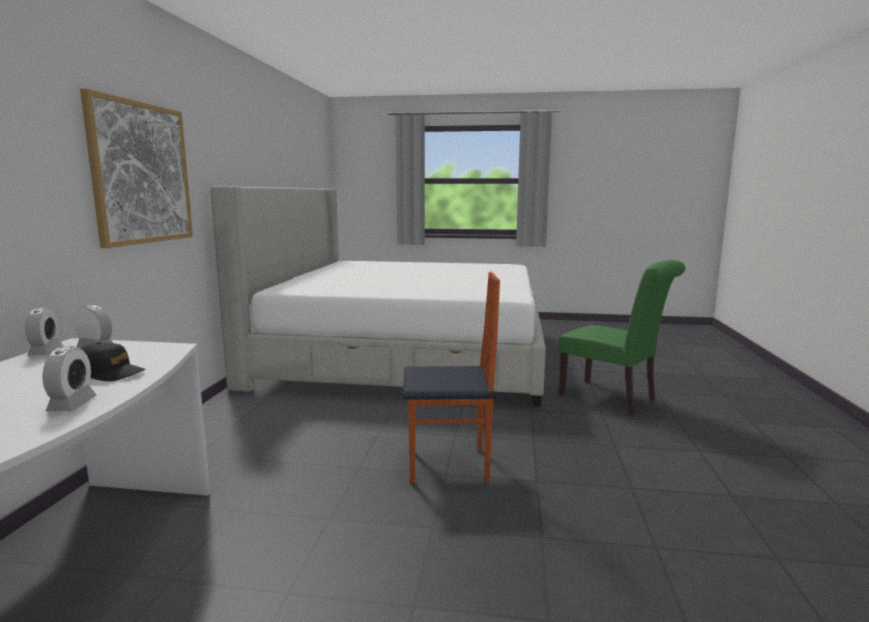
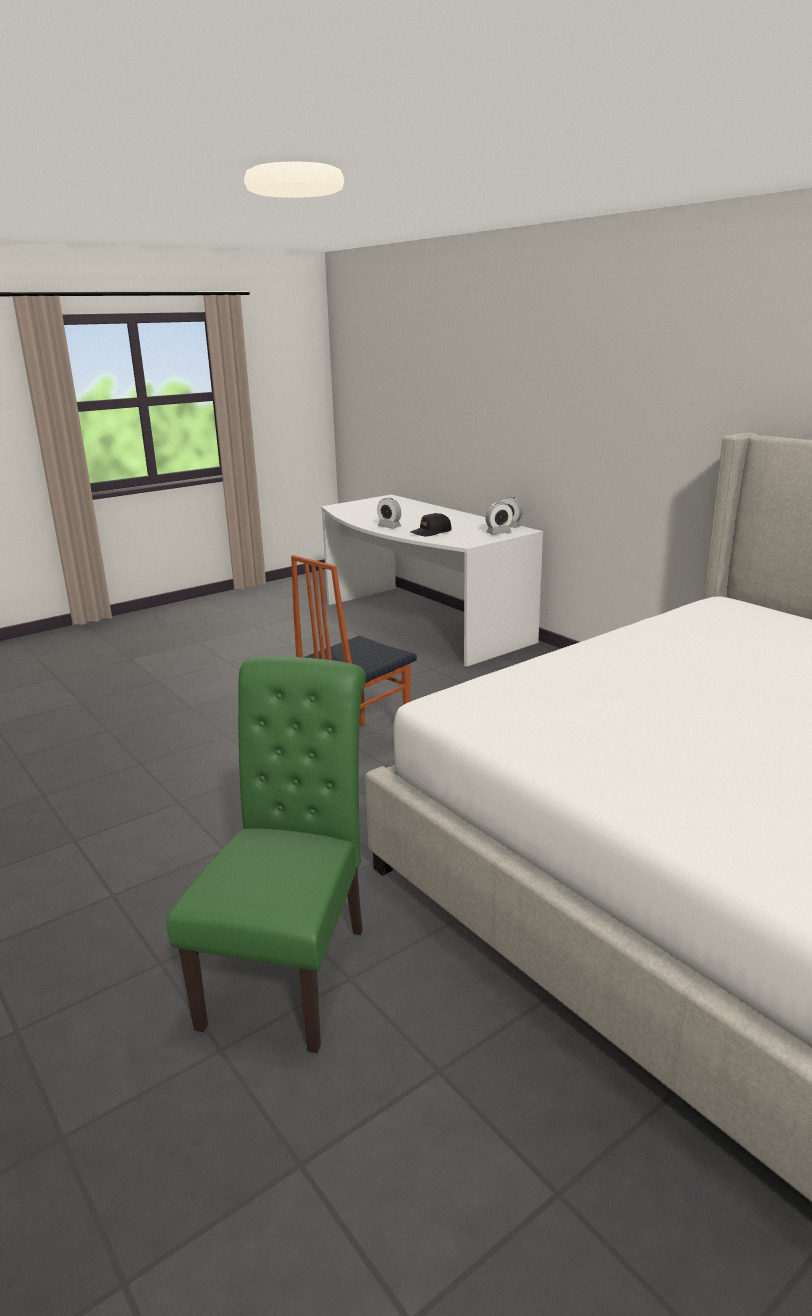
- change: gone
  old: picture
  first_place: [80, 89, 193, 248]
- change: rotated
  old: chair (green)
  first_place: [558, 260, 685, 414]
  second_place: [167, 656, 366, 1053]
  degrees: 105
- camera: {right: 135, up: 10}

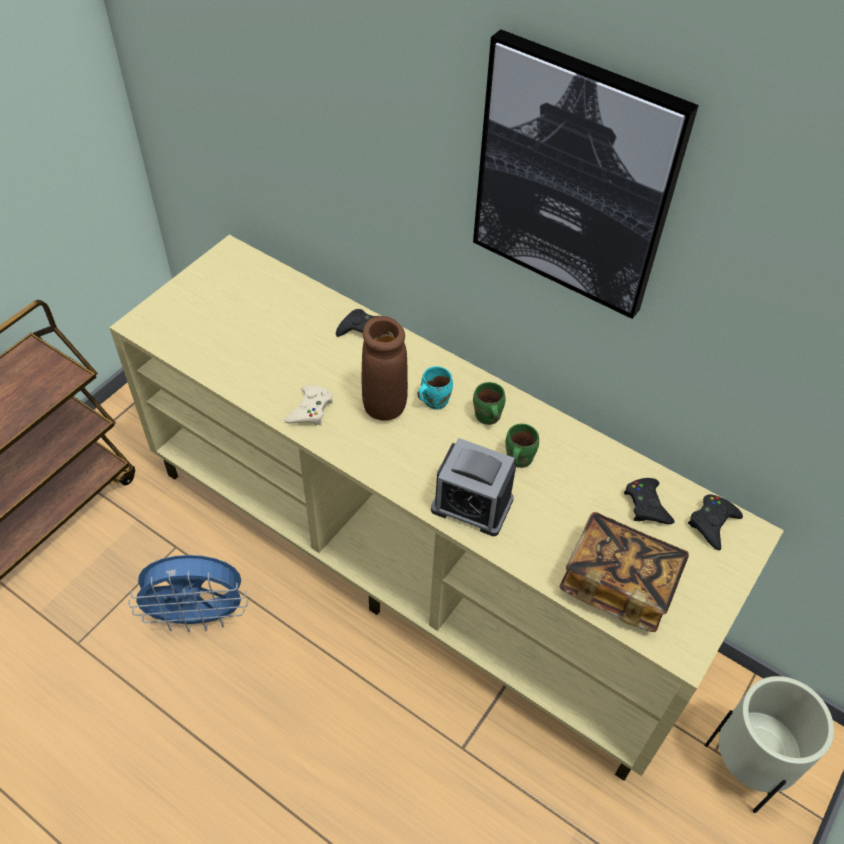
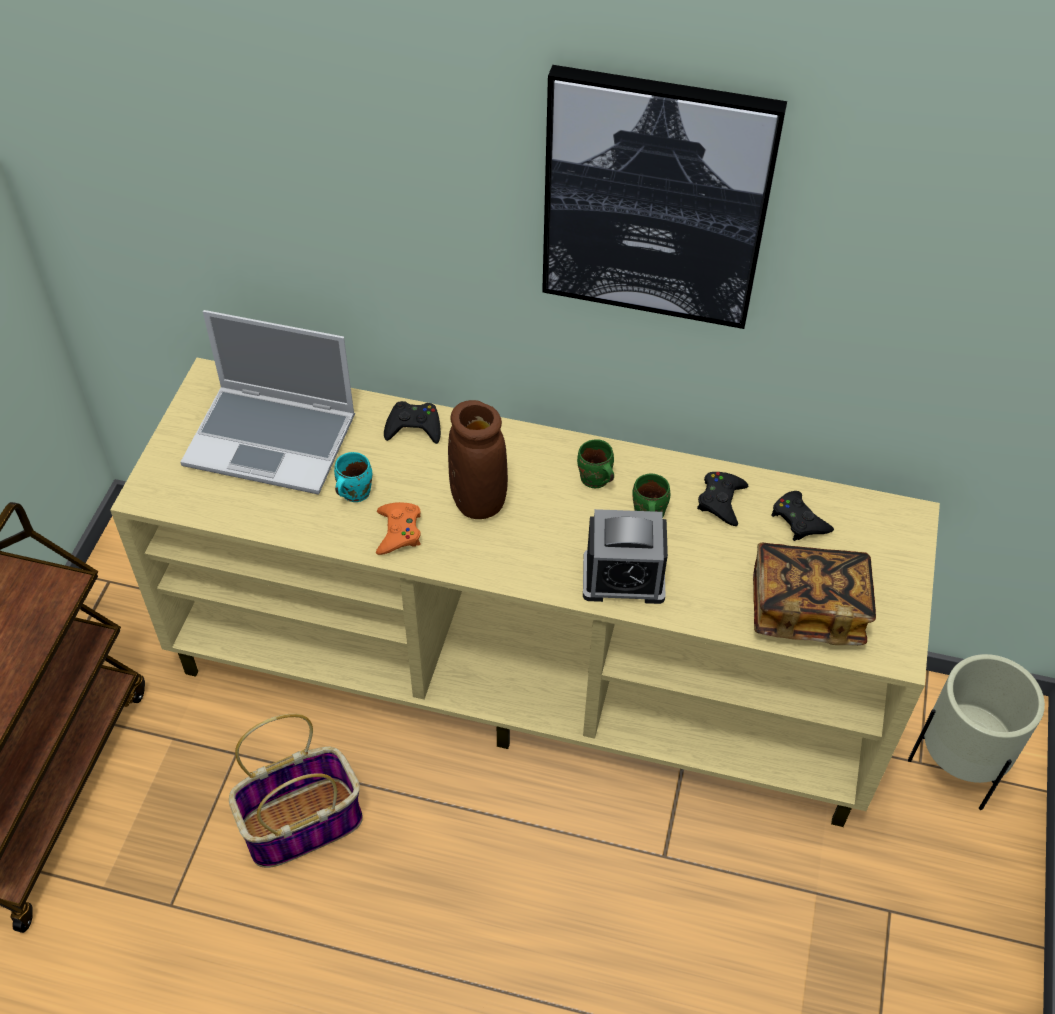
- change: new
  new: laptop
  second_place: [180, 310, 355, 495]
- change: shifted
  old: mug (turquoise)
  first_place: [417, 366, 453, 410]
  second_place: [334, 452, 372, 502]
- change: shifted
  old: game controller (black)
  first_place: [688, 494, 743, 551]
  second_place: [697, 472, 748, 526]
- change: swapped
  old: fan (blue)
  new: basket
  first_place: [128, 555, 248, 632]
  second_place: [229, 714, 363, 868]
- change: repainted
  old: game controller (beige)
  new: game controller (orange)
  first_place: [284, 385, 333, 425]
  second_place: [376, 502, 421, 555]
- camera: {right: -20, up: 0}

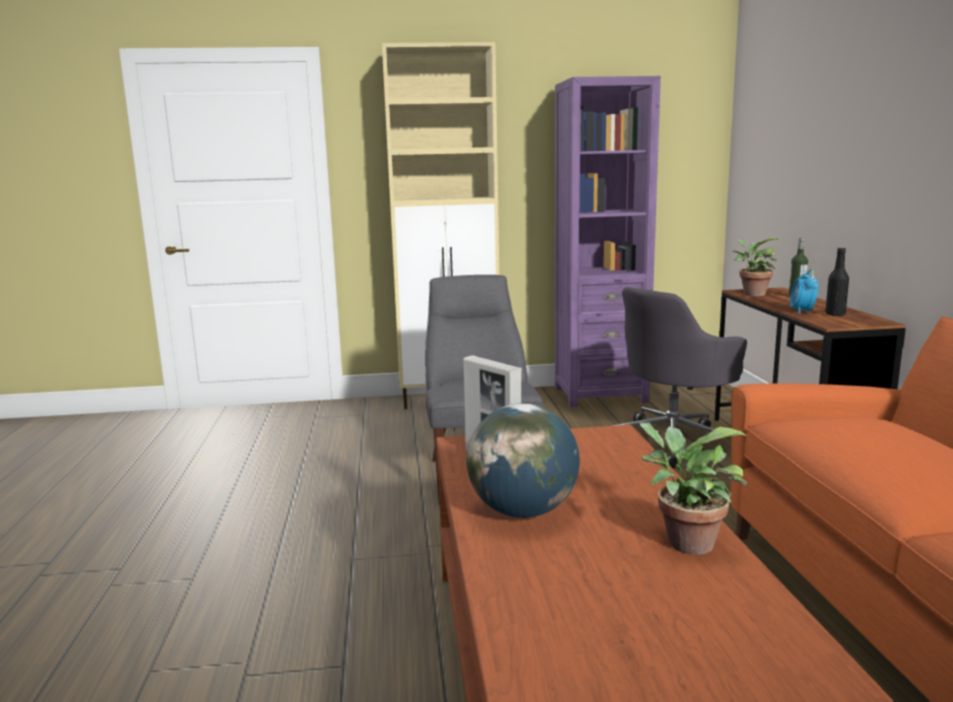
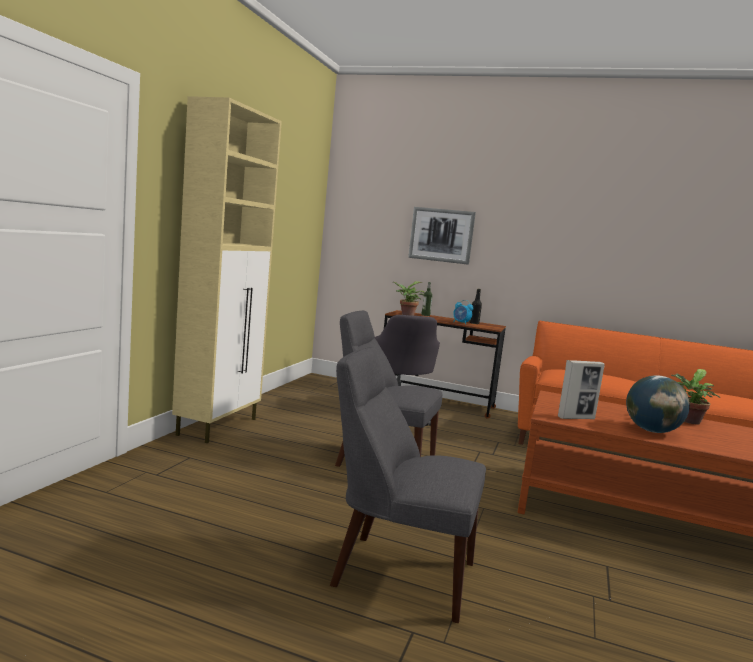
- change: gone
  old: bookcase (purple)
  first_place: [555, 76, 661, 408]
- change: new
  new: chair (grey)
  second_place: [330, 347, 486, 623]
- change: new
  new: picture
  second_place: [408, 207, 476, 265]
- camera: {right: -65, up: -5}

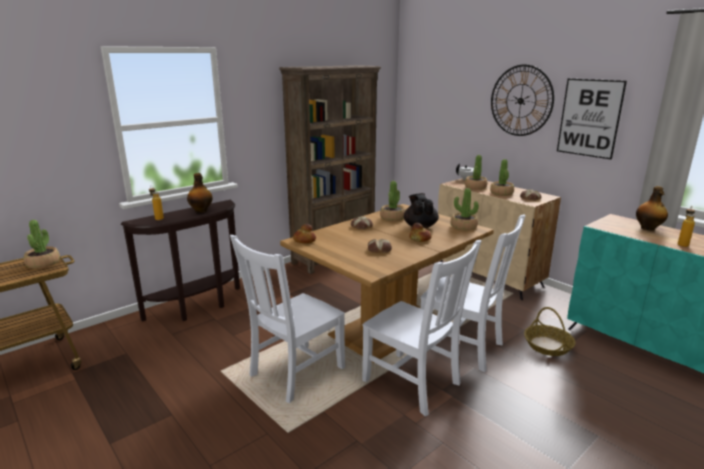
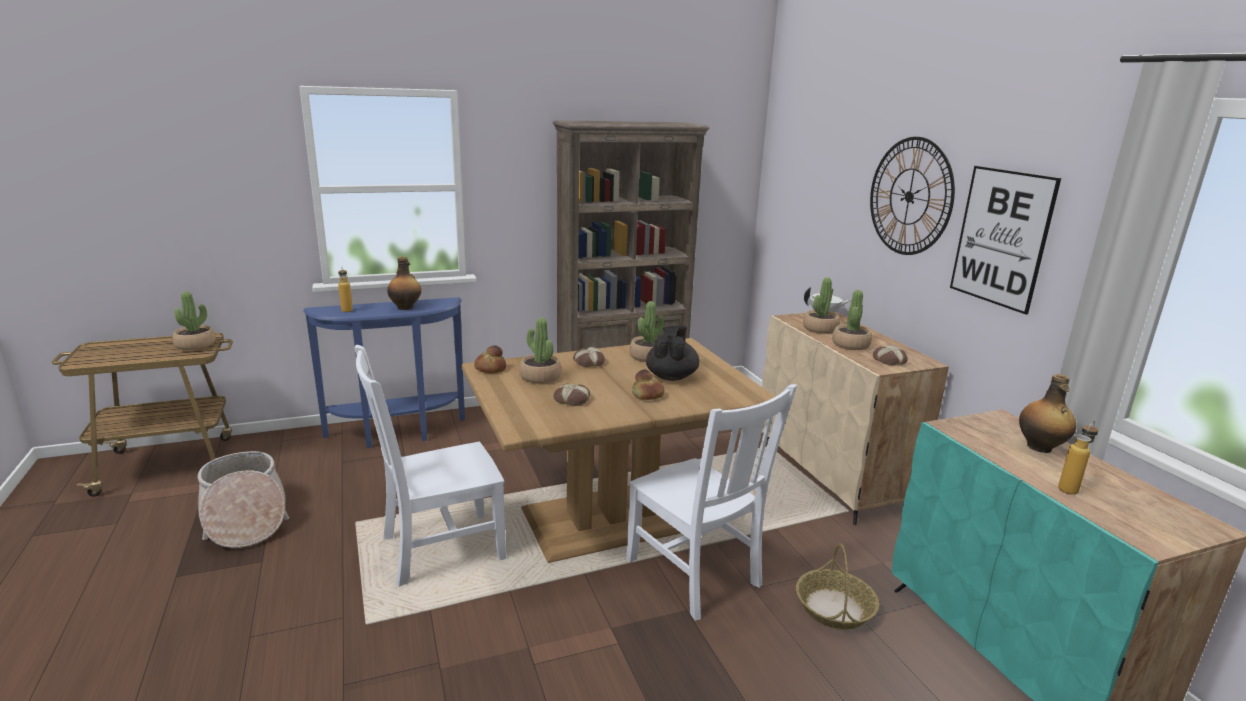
- change: gone
  old: chair (white)
  first_place: [362, 240, 482, 416]
- change: new
  new: basket
  second_place: [197, 451, 289, 548]
- change: shifted
  old: potted plant
  first_place: [451, 188, 479, 231]
  second_place: [519, 317, 562, 384]
- change: repainted
  old: console table (brown)
  new: console table (blue)
  first_place: [121, 200, 240, 322]
  second_place: [303, 297, 465, 448]
- camera: {right: 20, up: 0}

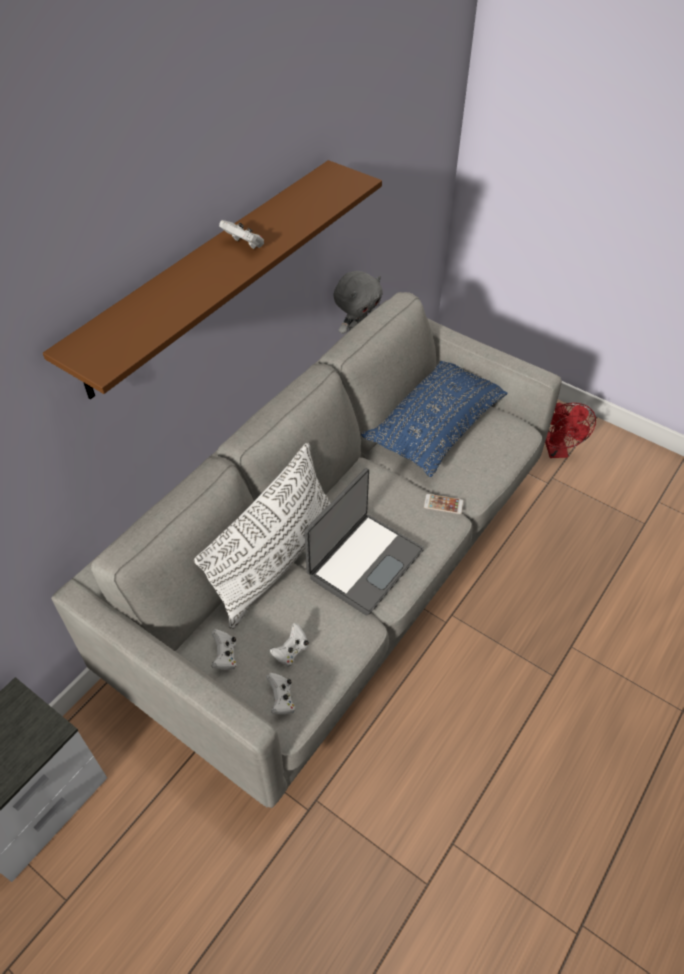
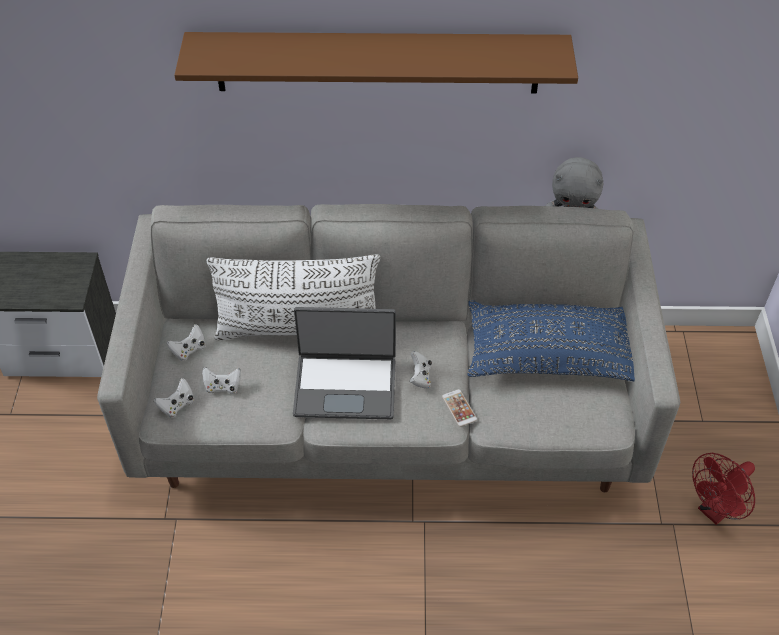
- change: shifted
  old: game controller (white)
  first_place: [219, 220, 264, 249]
  second_place: [409, 351, 432, 388]
- camera: {right: 55, up: 0}

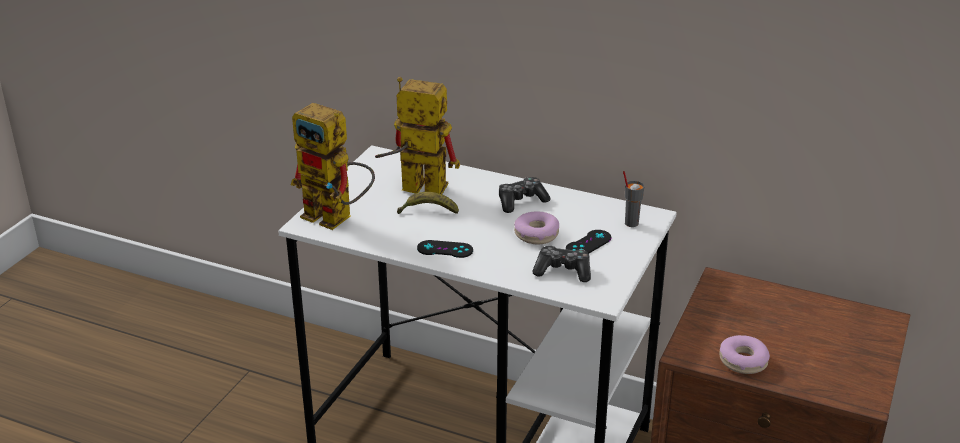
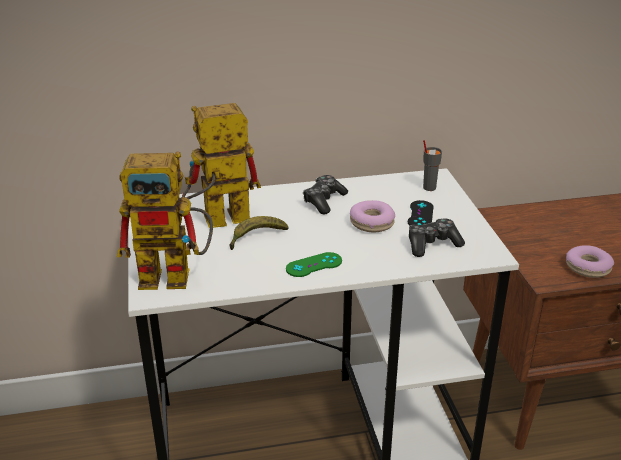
- change: repainted
  old: game controller (black)
  new: game controller (green)
  first_place: [417, 240, 473, 258]
  second_place: [286, 252, 342, 277]
- camera: {right: -35, up: 0}

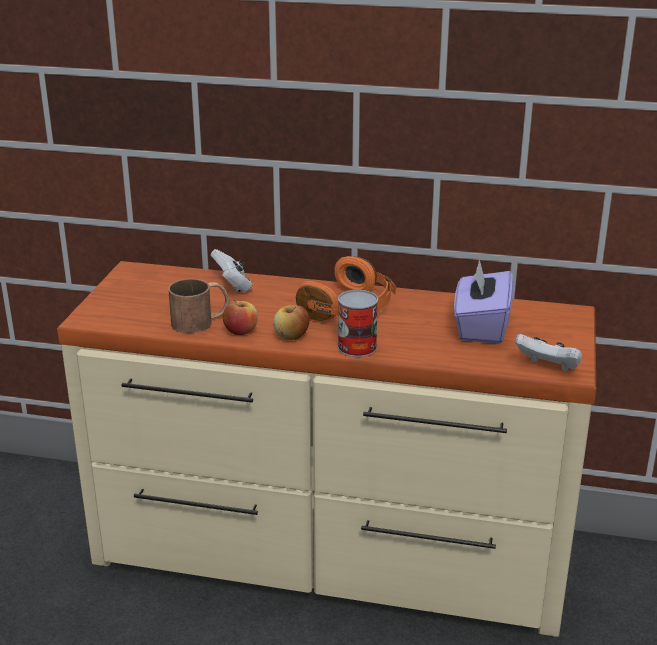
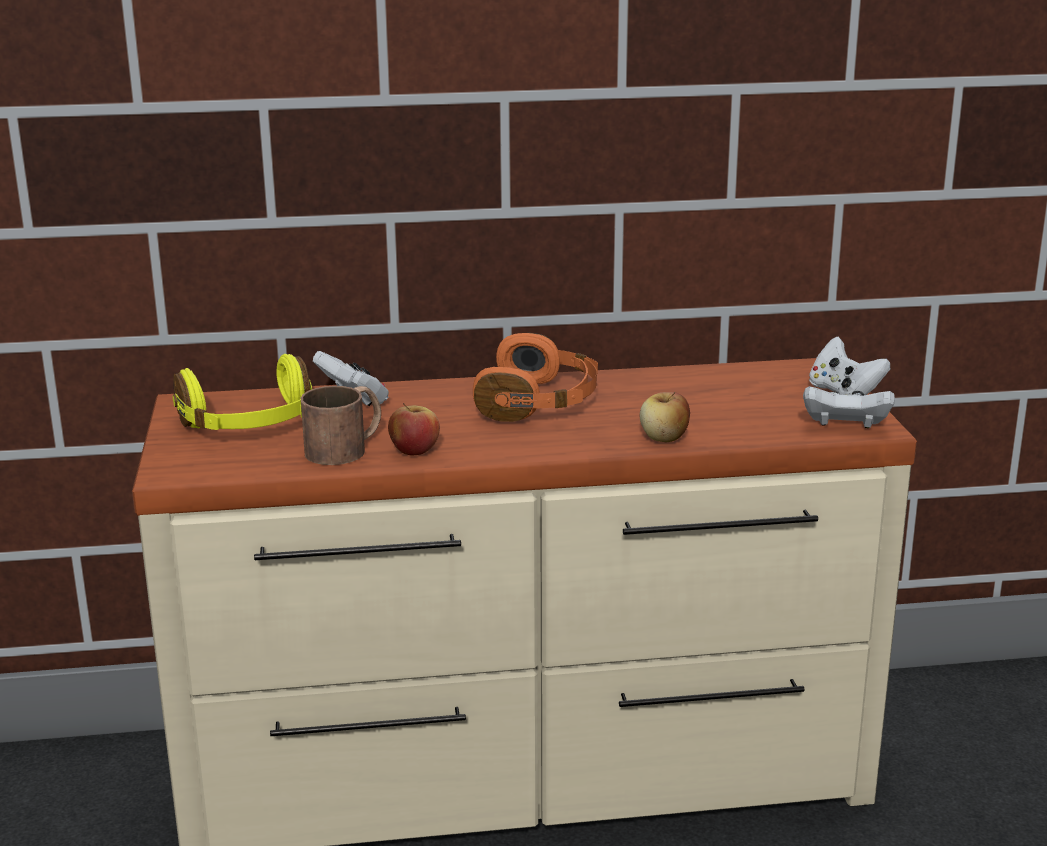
- change: gone
  old: can
  first_place: [338, 290, 378, 357]
- change: gone
  old: tissue box (purple)
  first_place: [454, 259, 513, 344]
- change: new
  new: headphones (yellow)
  second_place: [173, 354, 312, 430]
- change: new
  new: game controller (white)
  second_place: [809, 337, 890, 395]
- change: shifted
  old: apple
  first_place: [273, 305, 309, 340]
  second_place: [640, 392, 690, 442]
- camera: {right: -20, up: -5}

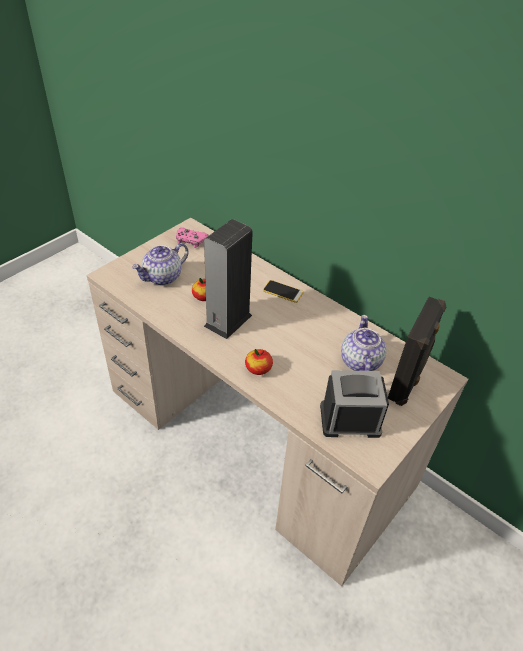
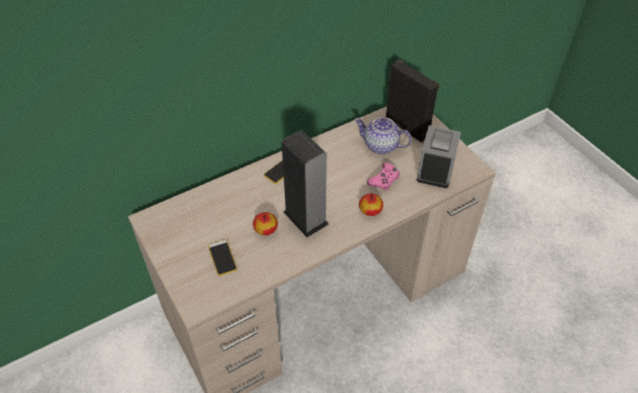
- change: shifted
  old: game controller (pink)
  first_place: [176, 228, 209, 248]
  second_place: [367, 163, 400, 190]
- change: swapped
  old: teapot
  new: phone
  first_place: [132, 243, 189, 285]
  second_place: [208, 240, 237, 276]
- camera: {right: -70, up: 5}

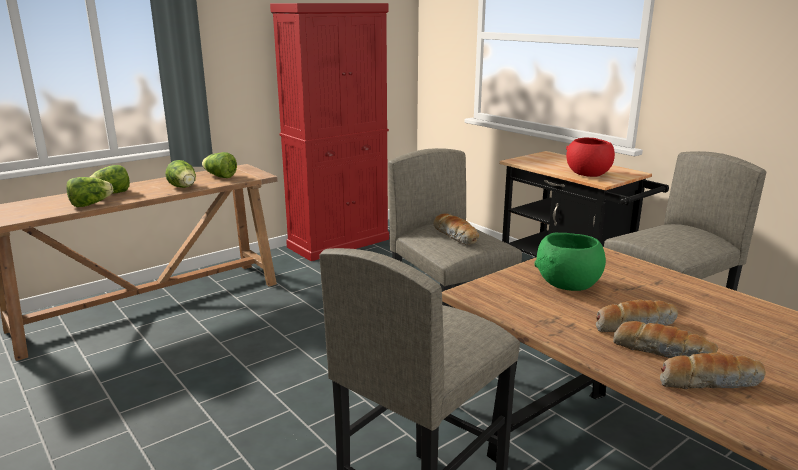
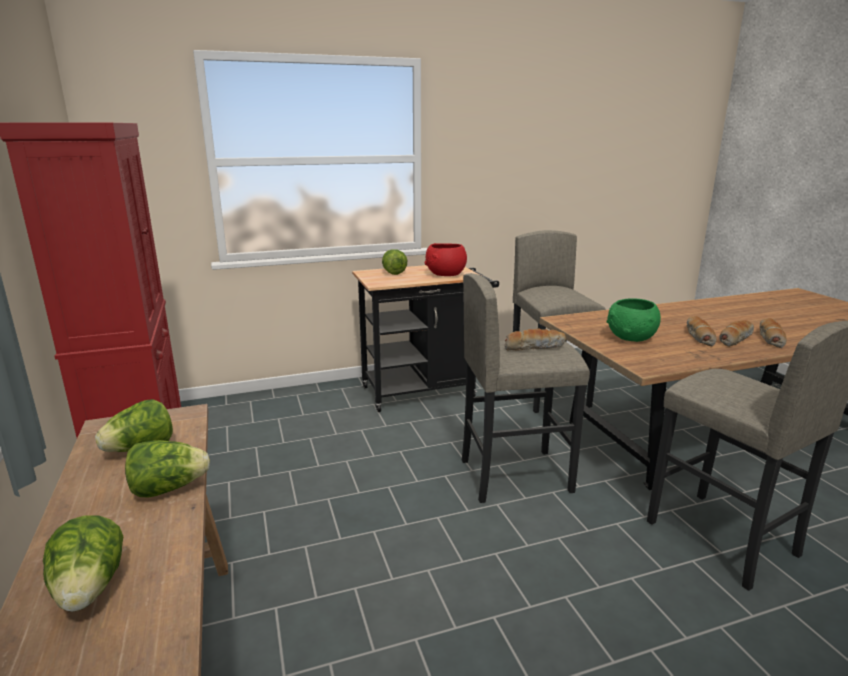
- change: shifted
  old: lettuce
  first_place: [66, 177, 113, 207]
  second_place: [382, 249, 407, 275]
- camera: {right: -70, up: 0}

